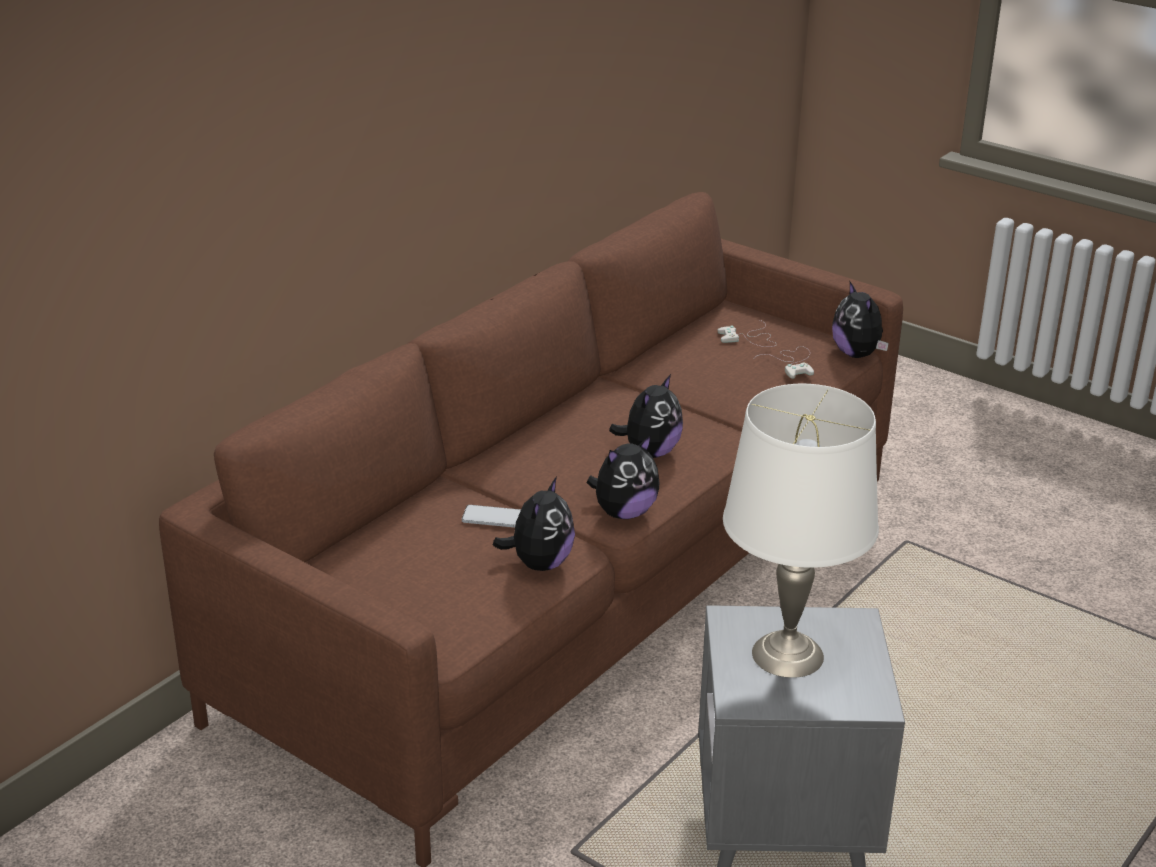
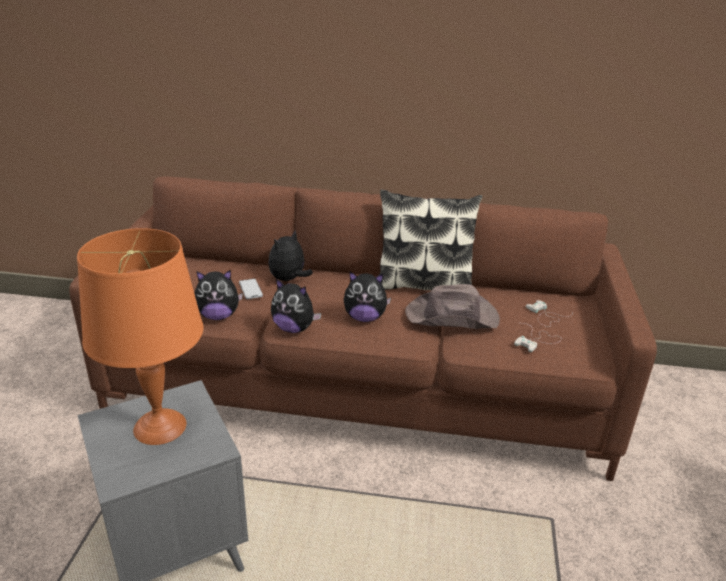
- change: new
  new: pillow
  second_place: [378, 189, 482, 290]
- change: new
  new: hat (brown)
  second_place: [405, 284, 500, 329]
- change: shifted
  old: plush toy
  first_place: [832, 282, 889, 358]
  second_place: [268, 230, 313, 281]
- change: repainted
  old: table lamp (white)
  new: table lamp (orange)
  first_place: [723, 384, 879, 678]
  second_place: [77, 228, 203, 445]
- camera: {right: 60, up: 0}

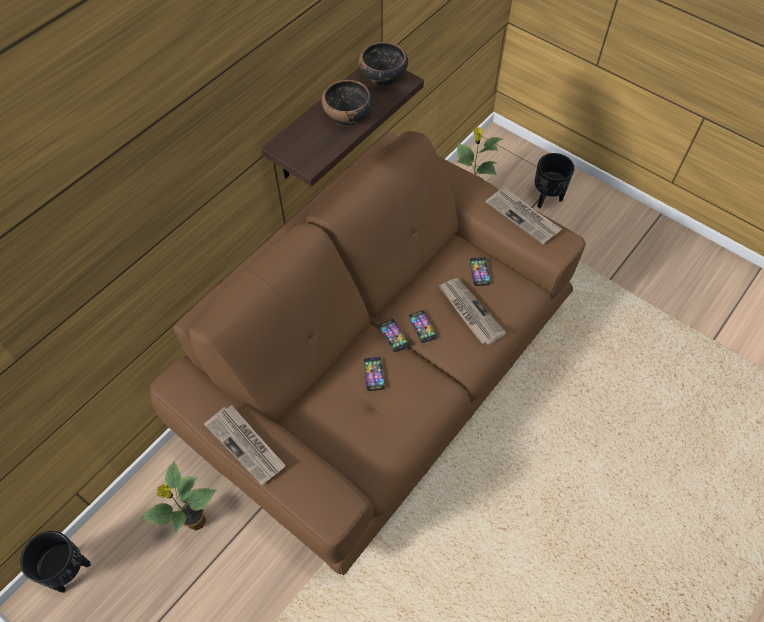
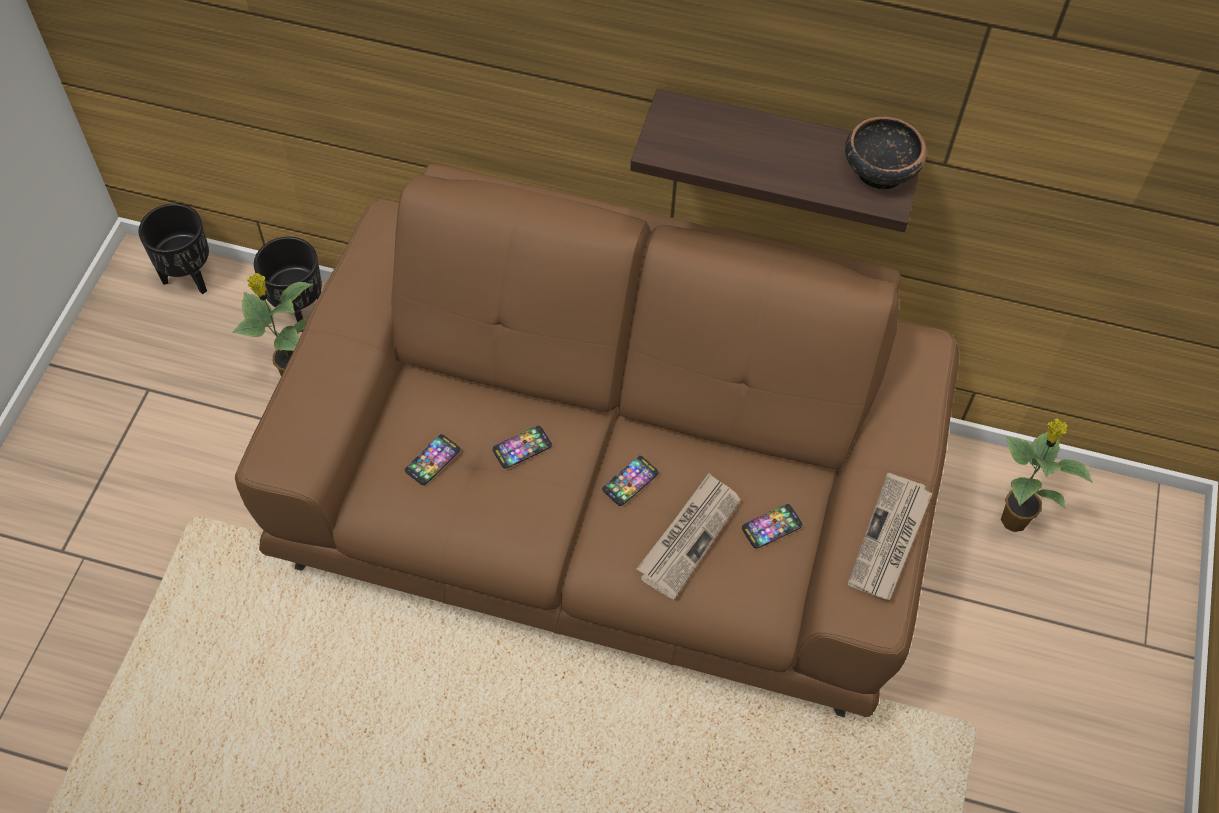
- change: gone
  old: newspaper
  first_place: [204, 405, 286, 486]
- change: gone
  old: bowl
  first_place: [321, 80, 373, 126]
- change: shifted
  old: phone
  first_place: [379, 319, 409, 352]
  second_place: [405, 434, 460, 485]
- change: shifted
  old: planter (black)
  first_place: [535, 153, 575, 208]
  second_place: [254, 237, 322, 332]
- camera: {right: 65, up: 0}

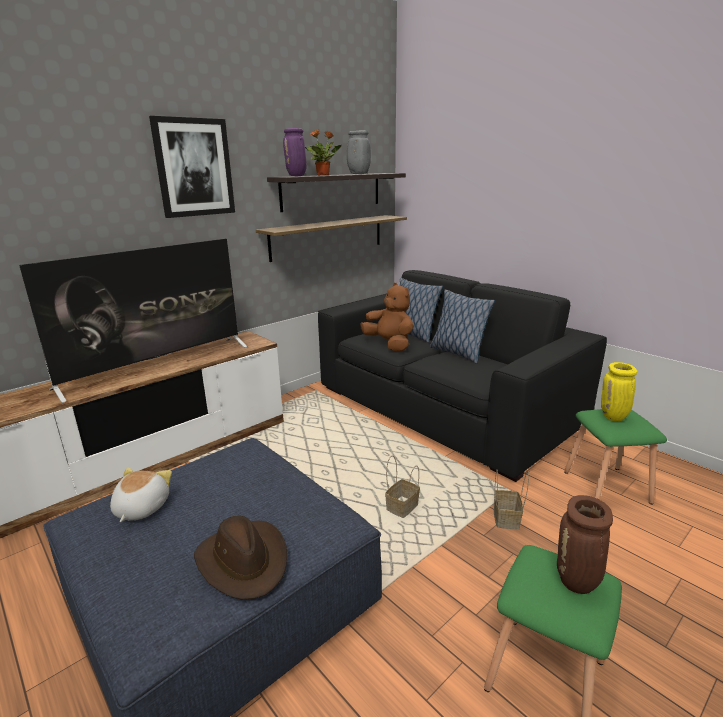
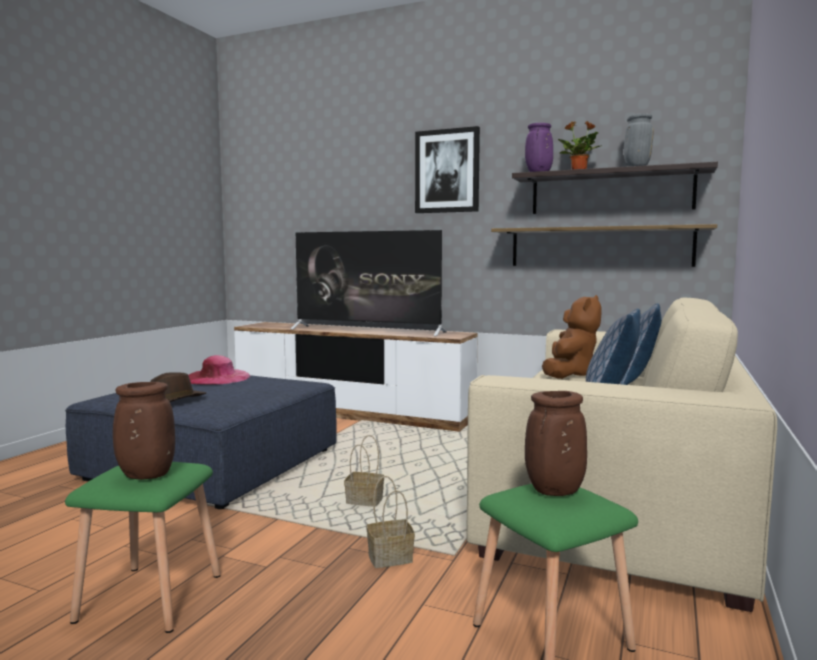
- change: swapped
  old: plush toy
  new: hat (pink)
  first_place: [110, 468, 172, 522]
  second_place: [188, 355, 250, 385]
- change: repainted
  old: sofa (black)
  new: sofa (beige)
  first_place: [318, 270, 607, 482]
  second_place: [466, 298, 777, 612]
- change: repainted
  old: vase (yellow)
  new: vase (brown)
  first_place: [601, 362, 637, 421]
  second_place: [525, 391, 587, 496]
- camera: {right: 65, up: -15}

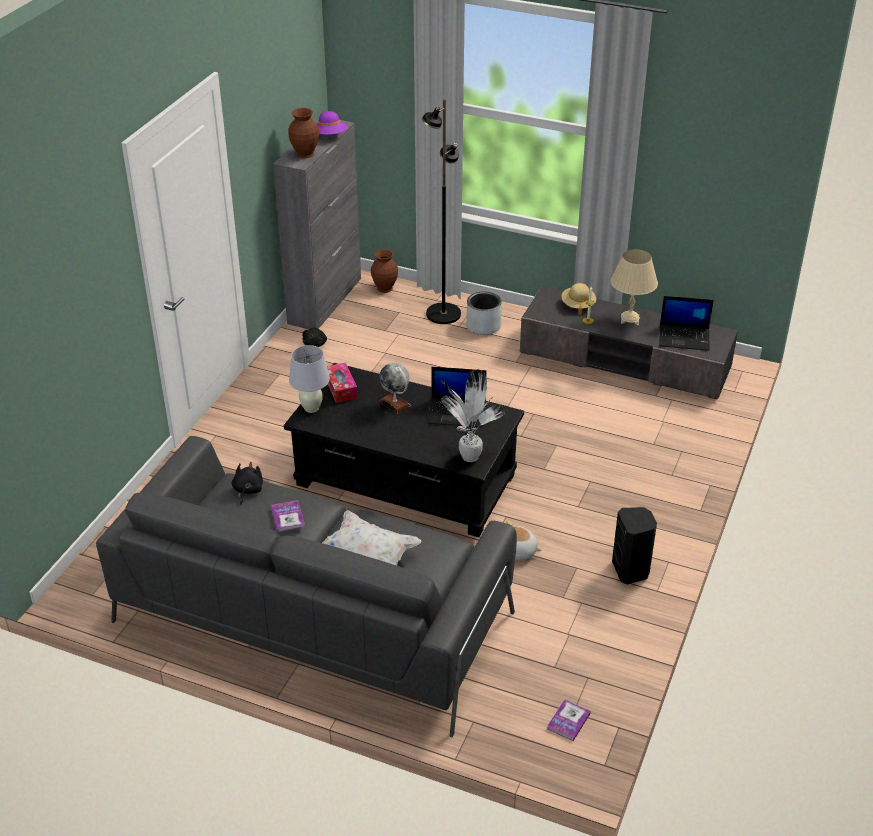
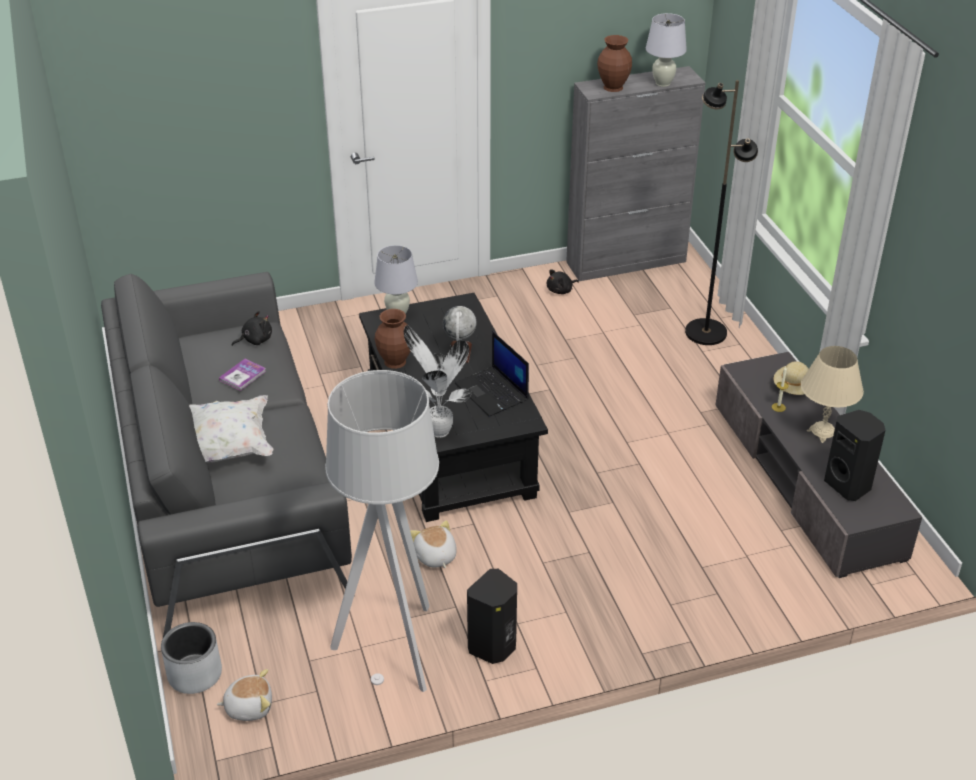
- change: gone
  old: tissue box
  first_place: [327, 363, 358, 403]
- change: new
  new: floor lamp (grey)
  second_place: [325, 370, 439, 692]
- change: shifted
  old: vase (brown)
  first_place: [371, 249, 398, 293]
  second_place: [375, 309, 410, 369]
- change: shifted
  old: planter (grey)
  first_place: [466, 292, 502, 335]
  second_place: [161, 622, 222, 694]
- change: swapped
  old: hat (purple)
  new: table lamp (white)
  first_place: [317, 111, 347, 135]
  second_place: [646, 13, 687, 87]
- change: swapped
  old: book
  new: plush toy
  first_place: [547, 699, 591, 741]
  second_place: [217, 669, 272, 721]
- change: swapped
  old: laptop
  new: speaker (black)
  first_place: [659, 296, 714, 351]
  second_place: [824, 410, 886, 501]
- camera: {right: 50, up: 0}

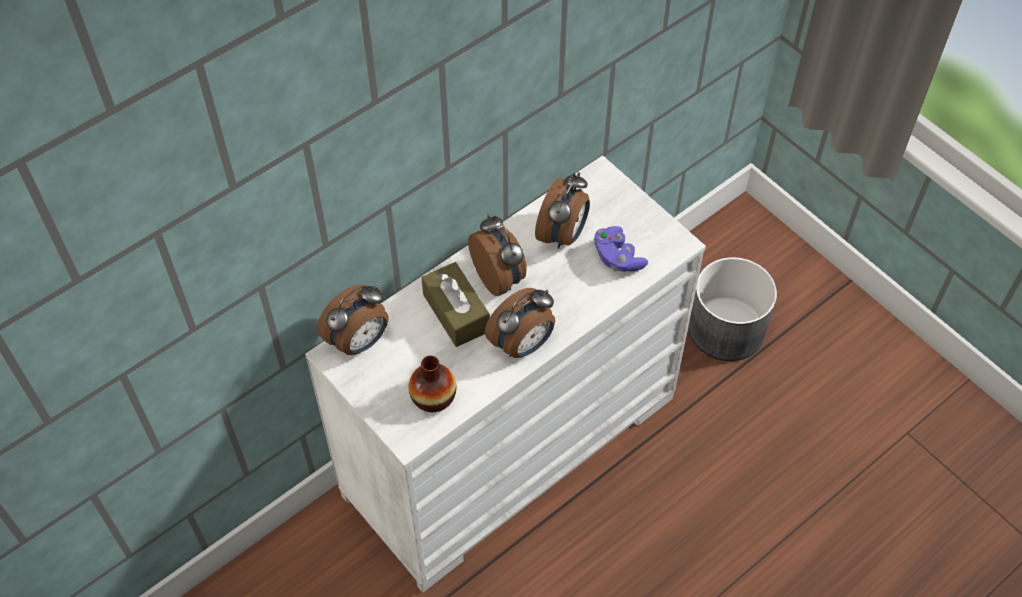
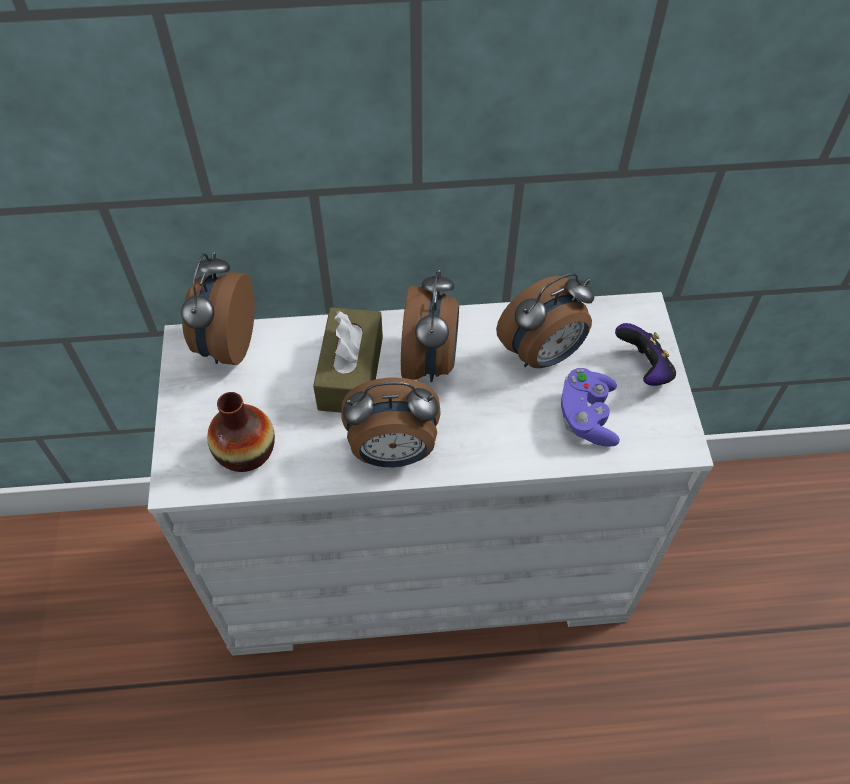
- change: gone
  old: planter (grey)
  first_place: [688, 257, 777, 361]
- change: new
  new: game controller
  second_place: [615, 323, 676, 386]
- change: rotated
  old: alarm clock
  first_place: [317, 284, 389, 355]
  second_place: [181, 252, 255, 365]
  degrees: 105
- camera: {right: 35, up: 0}

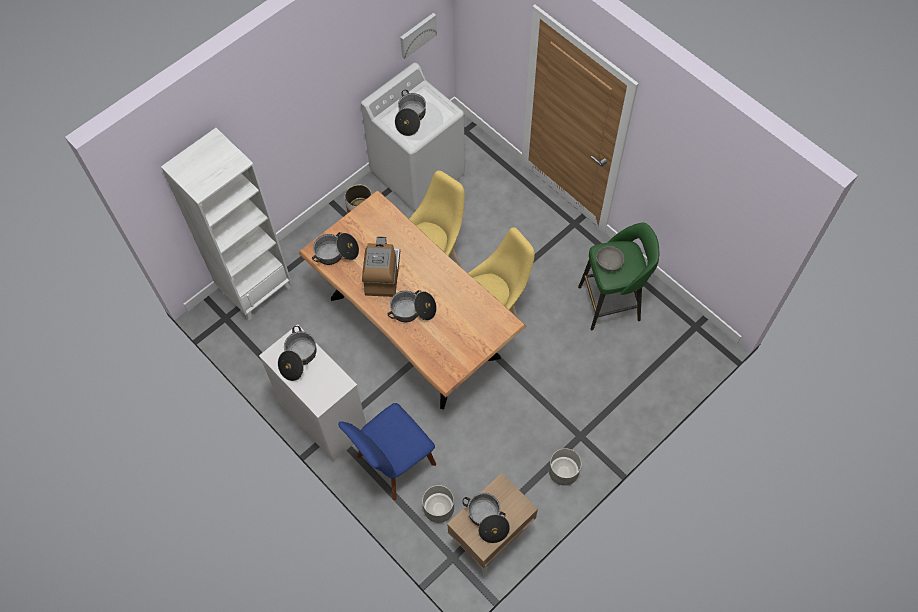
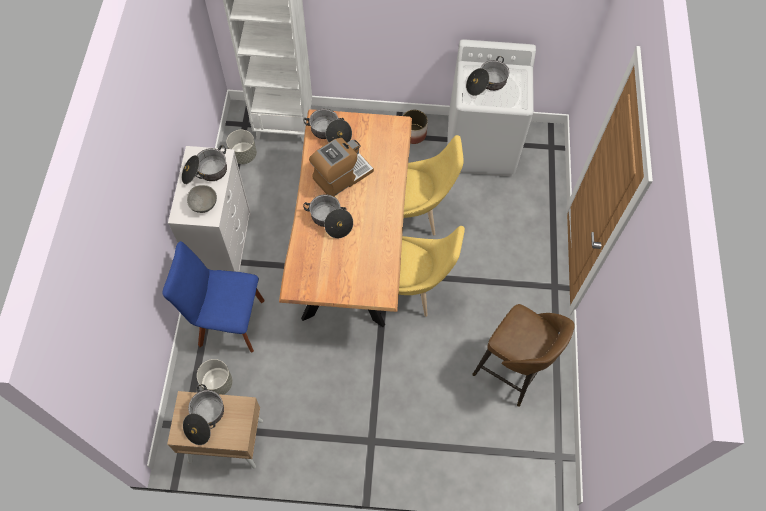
- change: gone
  old: picture
  first_place: [400, 13, 437, 59]
- change: shifted
  old: planter (grey)
  first_place: [549, 448, 581, 486]
  second_place: [226, 130, 257, 164]
- change: shifted
  old: bowl (grey)
  first_place: [596, 246, 624, 271]
  second_place: [187, 185, 217, 213]
- change: repainted
  old: stool (green)
  new: stool (brown)
  first_place: [578, 223, 659, 330]
  second_place: [472, 304, 574, 407]
- camera: {right: 45, up: 0}

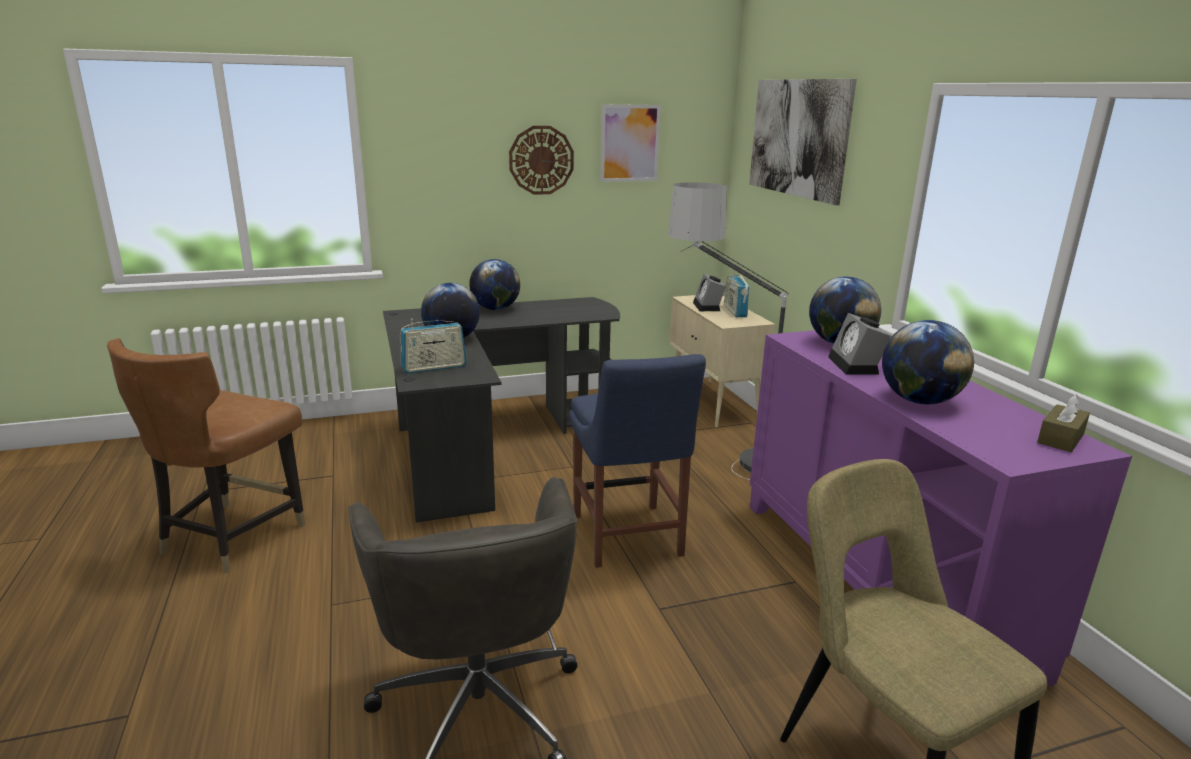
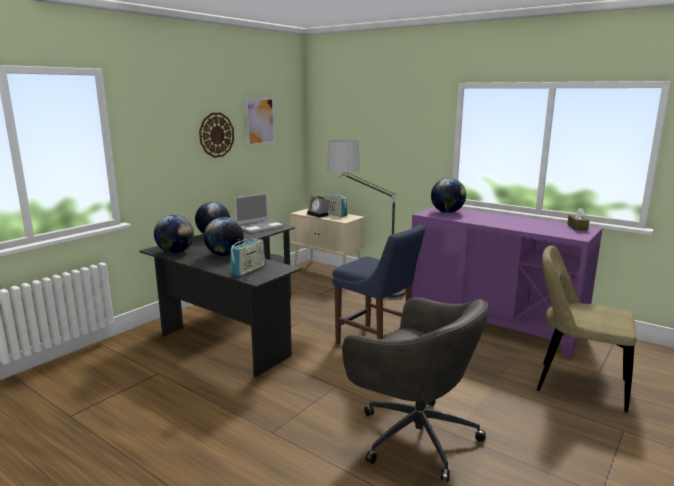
- change: gone
  old: chair (brown)
  first_place: [107, 338, 305, 573]
- change: gone
  old: picture
  first_place: [749, 79, 857, 205]
- change: gone
  old: alarm clock
  first_place: [828, 313, 891, 374]
- change: new
  new: laptop
  second_place: [234, 193, 283, 233]
- change: shifted
  old: globe
  first_place: [882, 320, 974, 405]
  second_place: [154, 215, 194, 253]
- camera: {right: -35, up: -5}

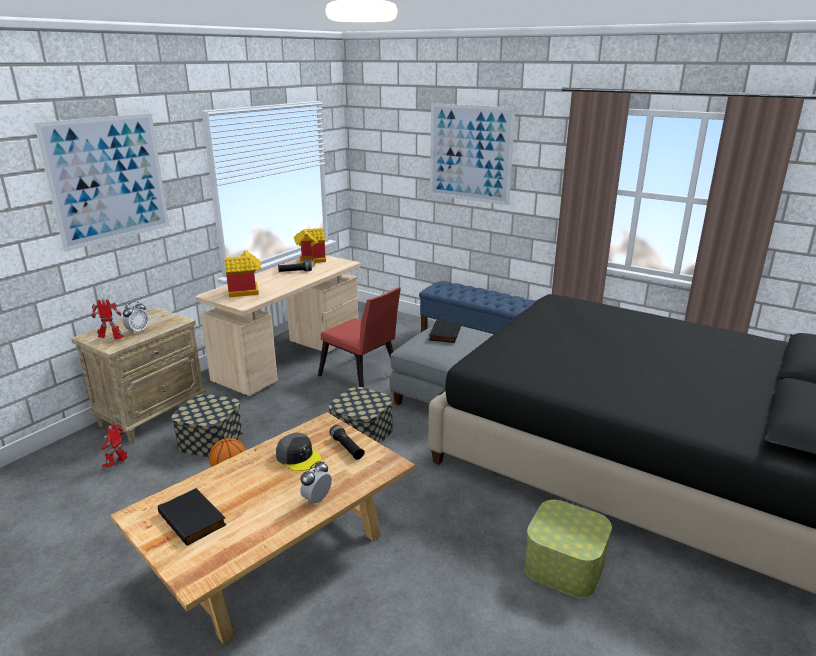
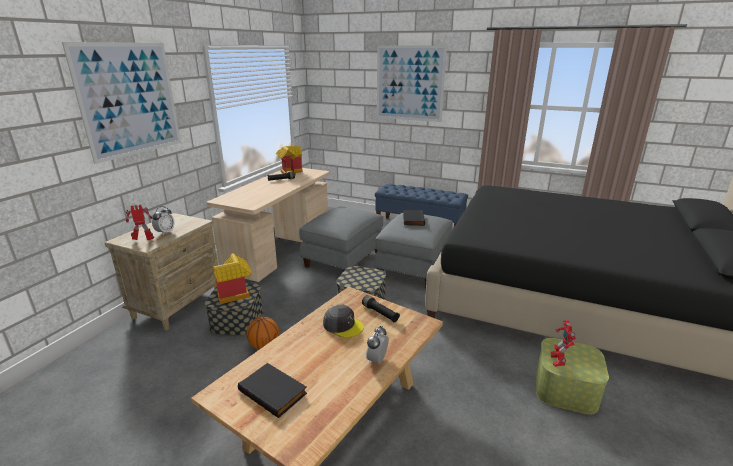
- change: shifted
  old: toy robot
  first_place: [101, 424, 127, 467]
  second_place: [550, 319, 576, 367]
- change: shifted
  old: toy house
  first_place: [224, 250, 262, 297]
  second_place: [214, 253, 252, 304]
- change: swapped
  old: chair (red)
  new: ottoman (grey)
  first_place: [318, 287, 401, 387]
  second_place: [299, 207, 383, 271]
- camera: {right: -10, up: 0}

